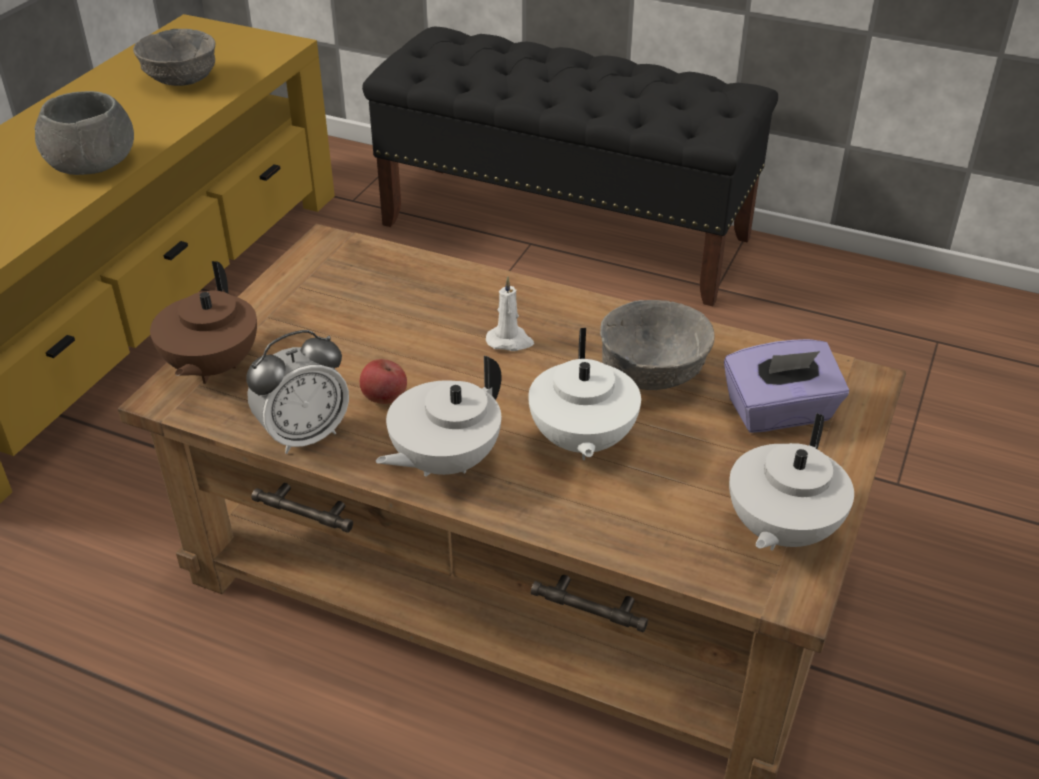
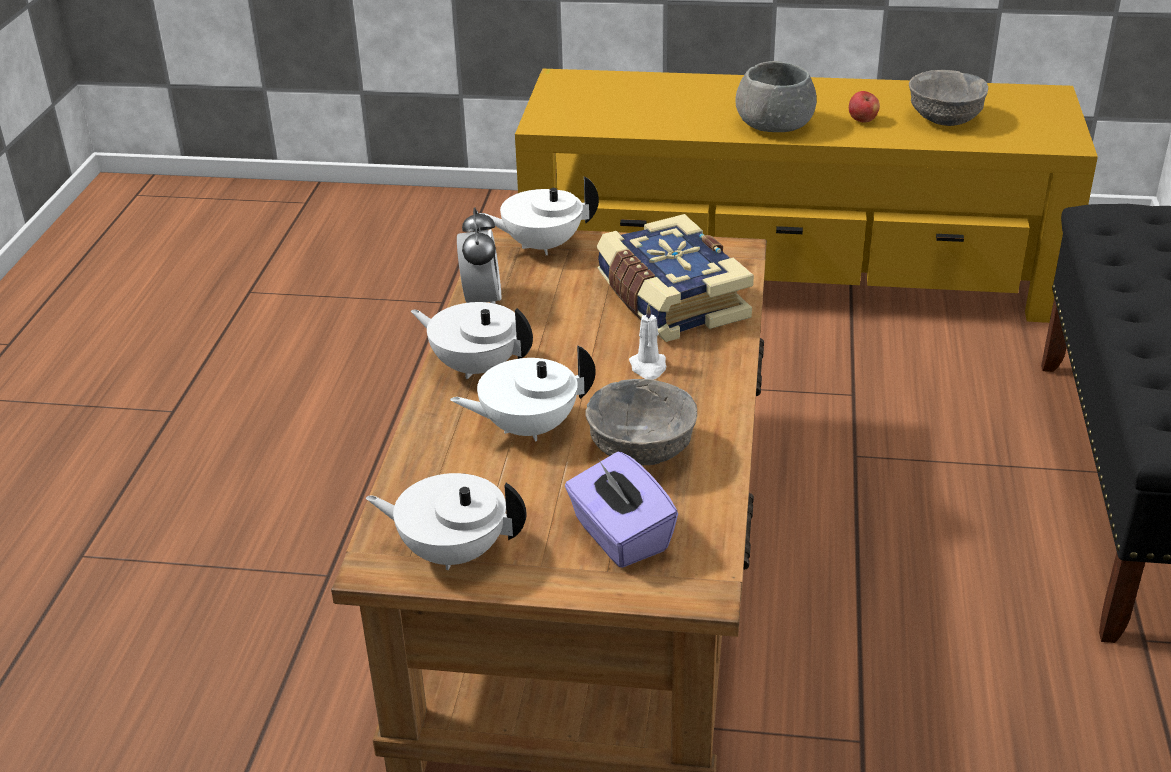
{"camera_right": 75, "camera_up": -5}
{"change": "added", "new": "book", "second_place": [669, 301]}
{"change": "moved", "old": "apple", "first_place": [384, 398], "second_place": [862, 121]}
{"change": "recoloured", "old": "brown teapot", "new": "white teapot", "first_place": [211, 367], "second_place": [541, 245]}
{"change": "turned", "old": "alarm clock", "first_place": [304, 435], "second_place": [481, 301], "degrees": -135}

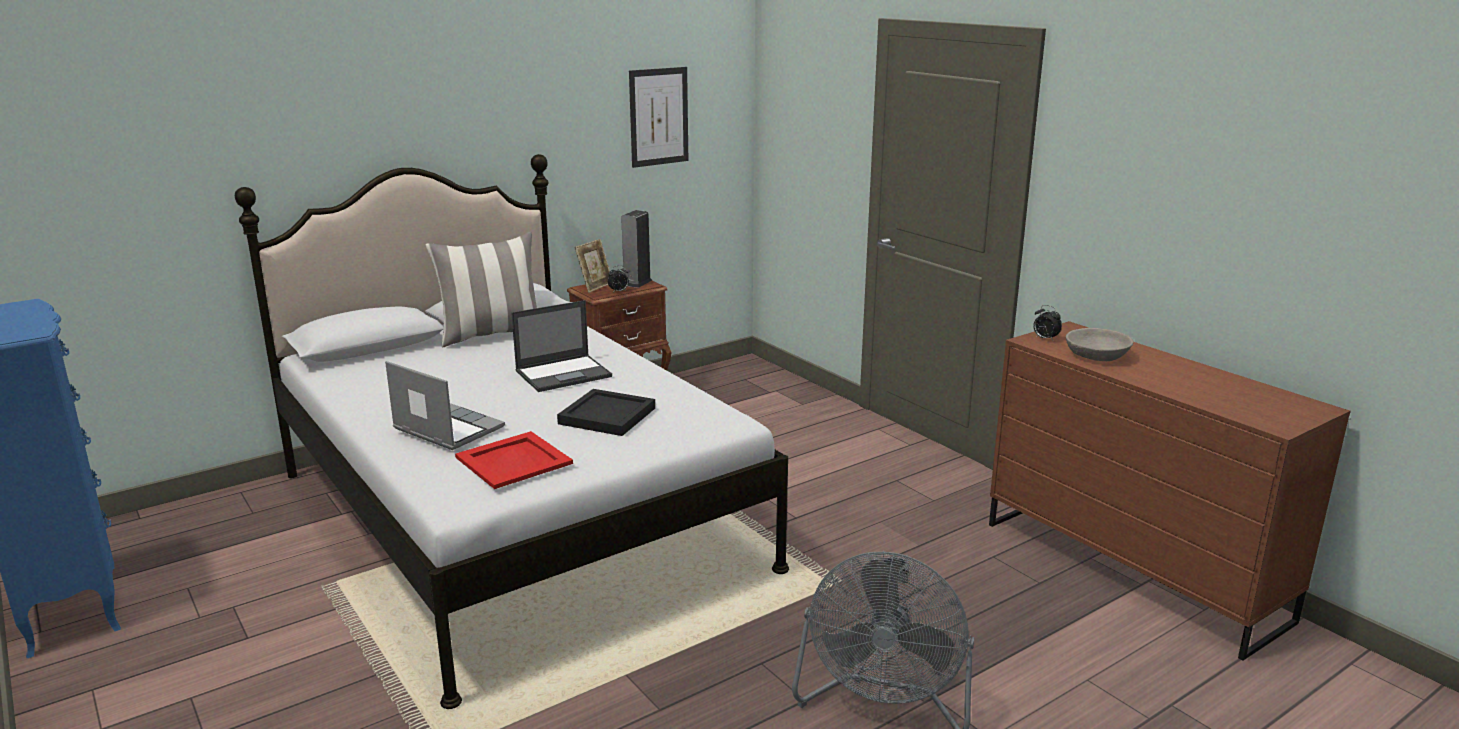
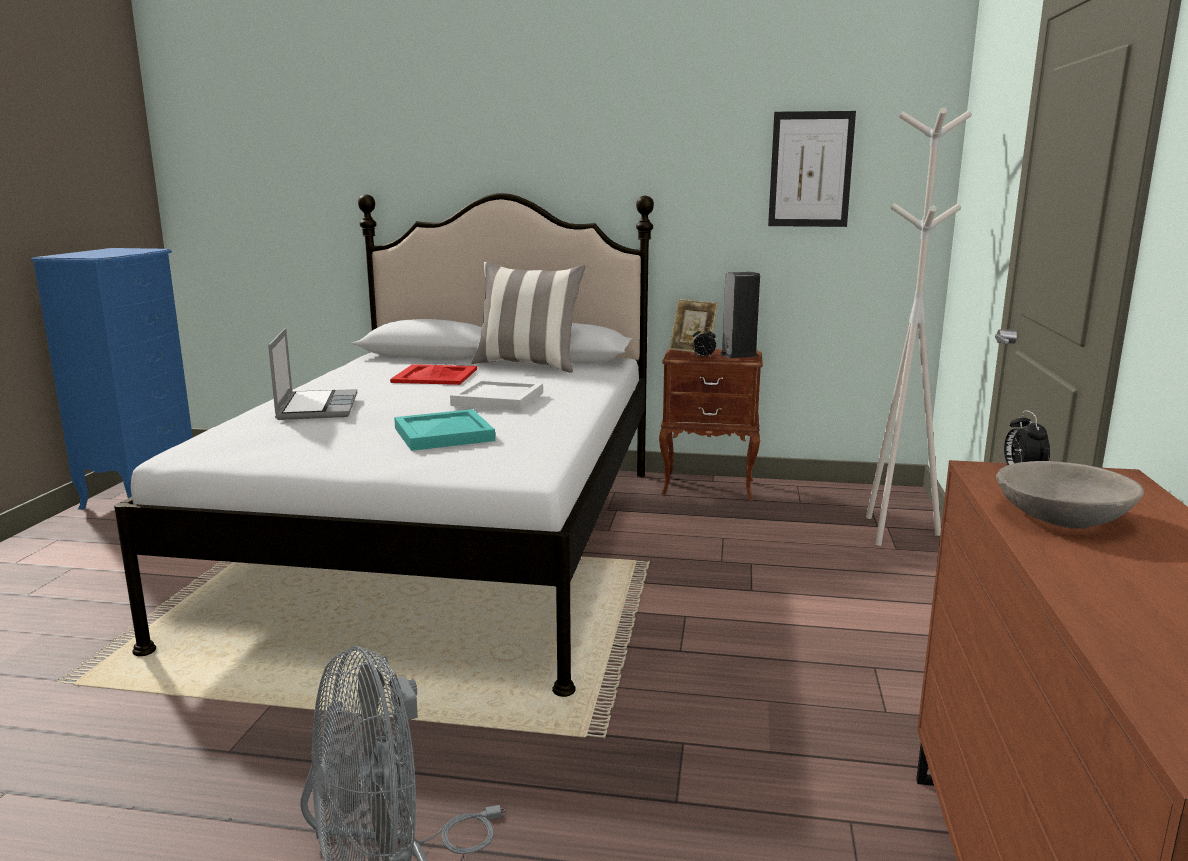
{"camera_right": 45, "camera_up": -5}
{"change": "added", "new": "grey clothes rack", "second_place": [894, 532]}
{"change": "moved", "old": "red tray", "first_place": [513, 461], "second_place": [434, 376]}
{"change": "replaced", "old": "laptop", "new": "white tray", "first_place": [564, 374], "second_place": [499, 399]}
{"change": "recoloured", "old": "black tray", "new": "turquoise tray", "first_place": [607, 416], "second_place": [442, 435]}
{"change": "turned", "old": "picture frame", "first_place": [595, 286], "second_place": [692, 351], "degrees": 45}

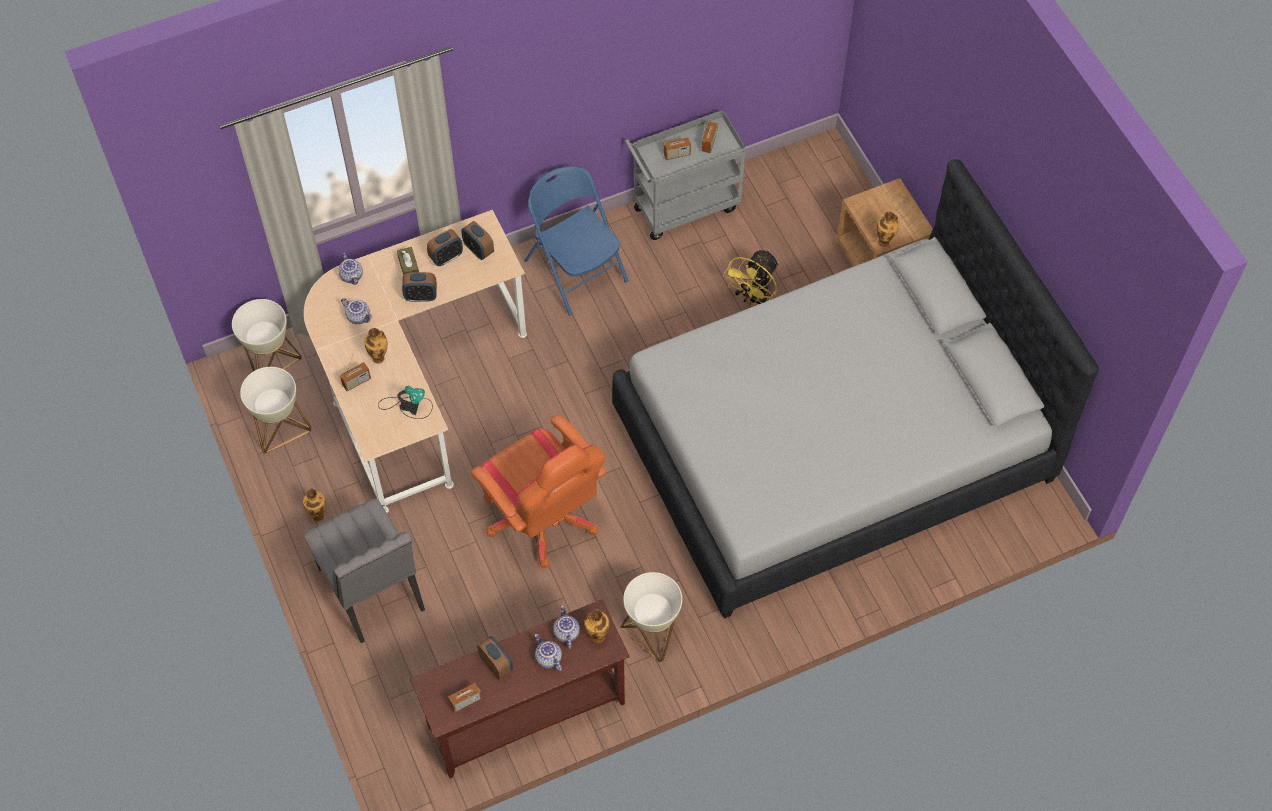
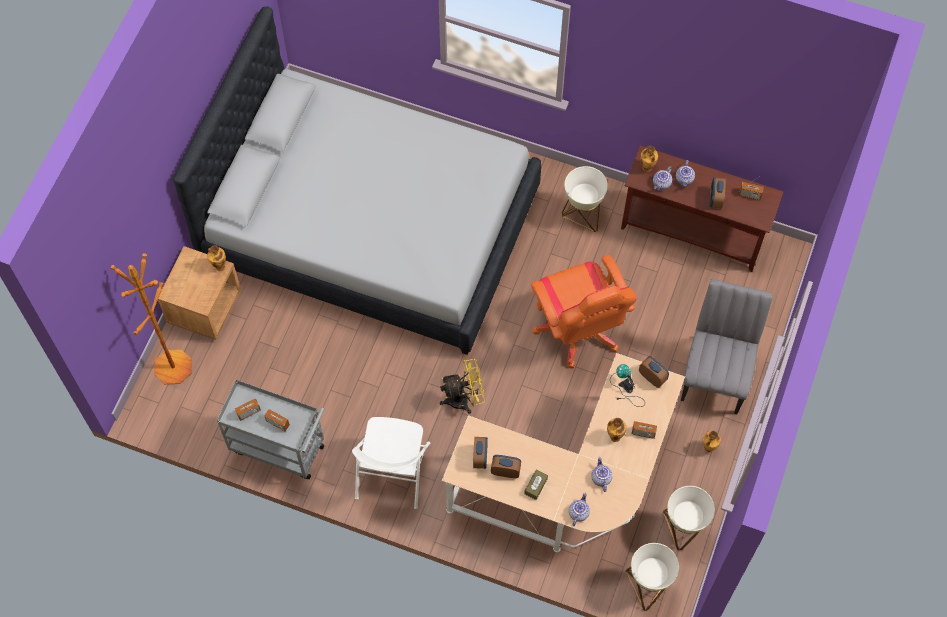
{"camera_right": -135, "camera_up": 5}
{"change": "added", "new": "orange clothes rack", "second_place": [173, 366]}
{"change": "moved", "old": "alarm clock", "first_place": [421, 296], "second_place": [652, 377]}
{"change": "moved", "old": "yellow fan", "first_place": [753, 299], "second_place": [464, 399]}
{"change": "recoloured", "old": "blue chair", "new": "white chair", "first_place": [576, 270], "second_place": [392, 470]}
{"change": "turned", "old": "orange office chair", "first_place": [542, 518], "second_place": [577, 329], "degrees": 150}

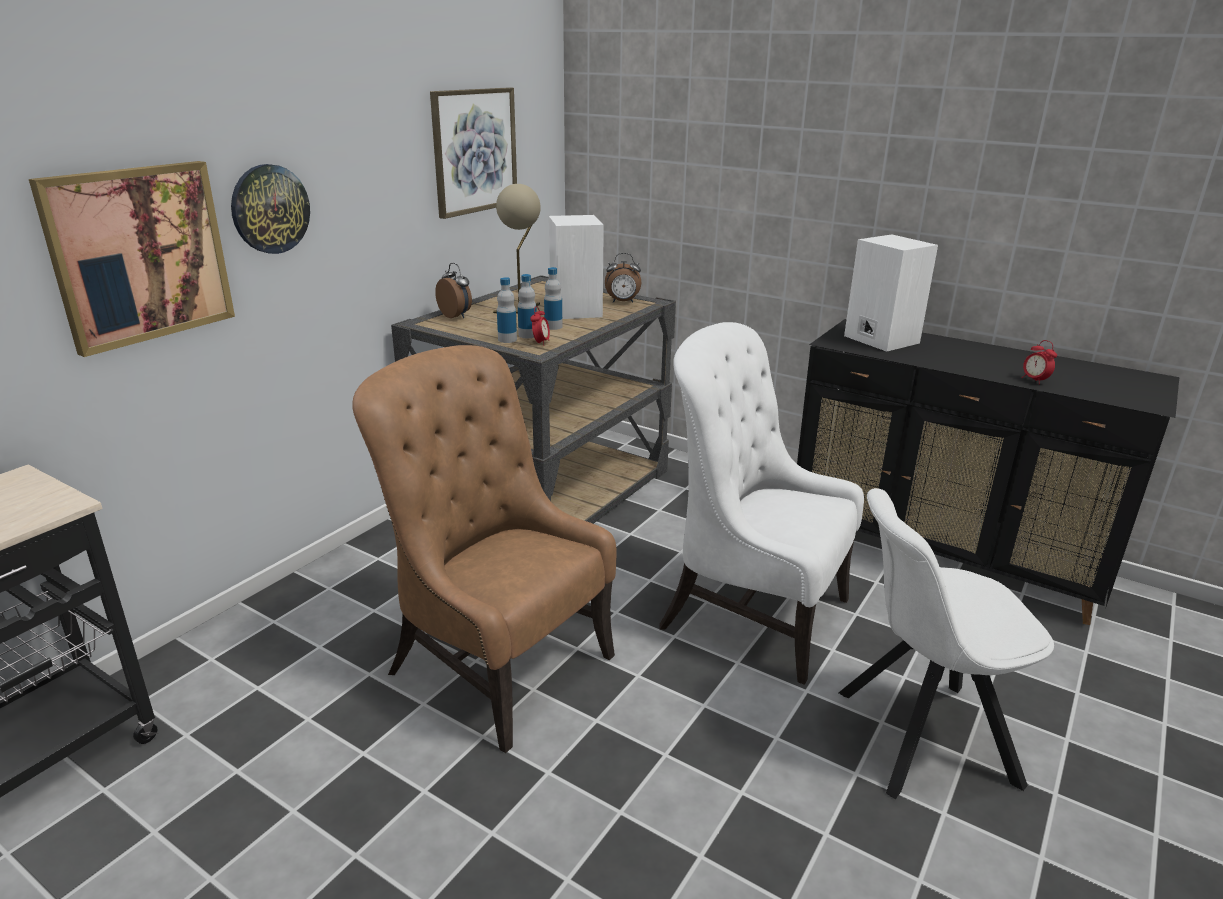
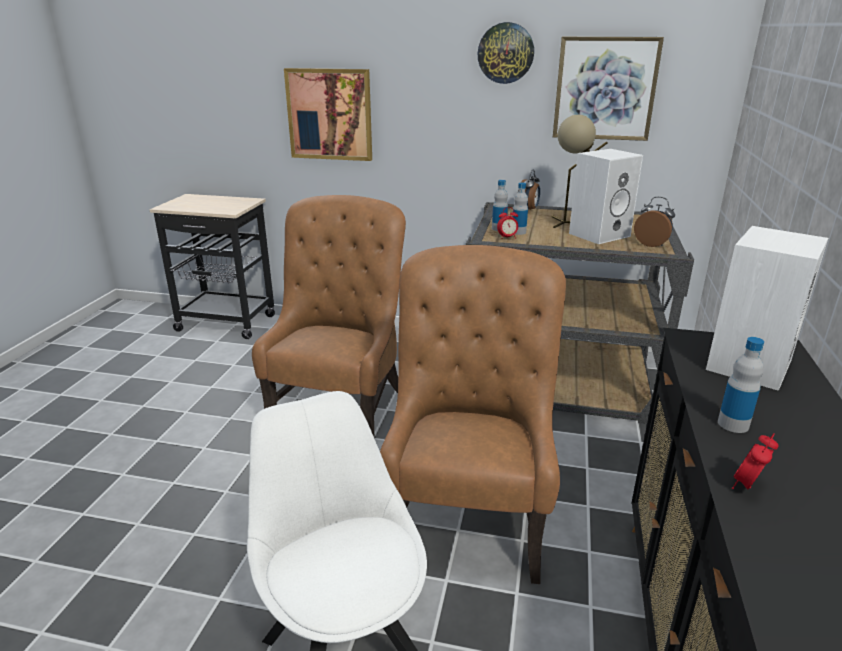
{"camera_right": 70, "camera_up": 0}
{"change": "moved", "old": "wall clock", "first_place": [270, 209], "second_place": [505, 53]}
{"change": "moved", "old": "bottle", "first_place": [553, 327], "second_place": [733, 424]}
{"change": "recoloured", "old": "white chair", "new": "brown chair", "first_place": [751, 613], "second_place": [468, 517]}
{"change": "turned", "old": "alarm clock", "first_place": [622, 302], "second_place": [652, 244], "degrees": 150}

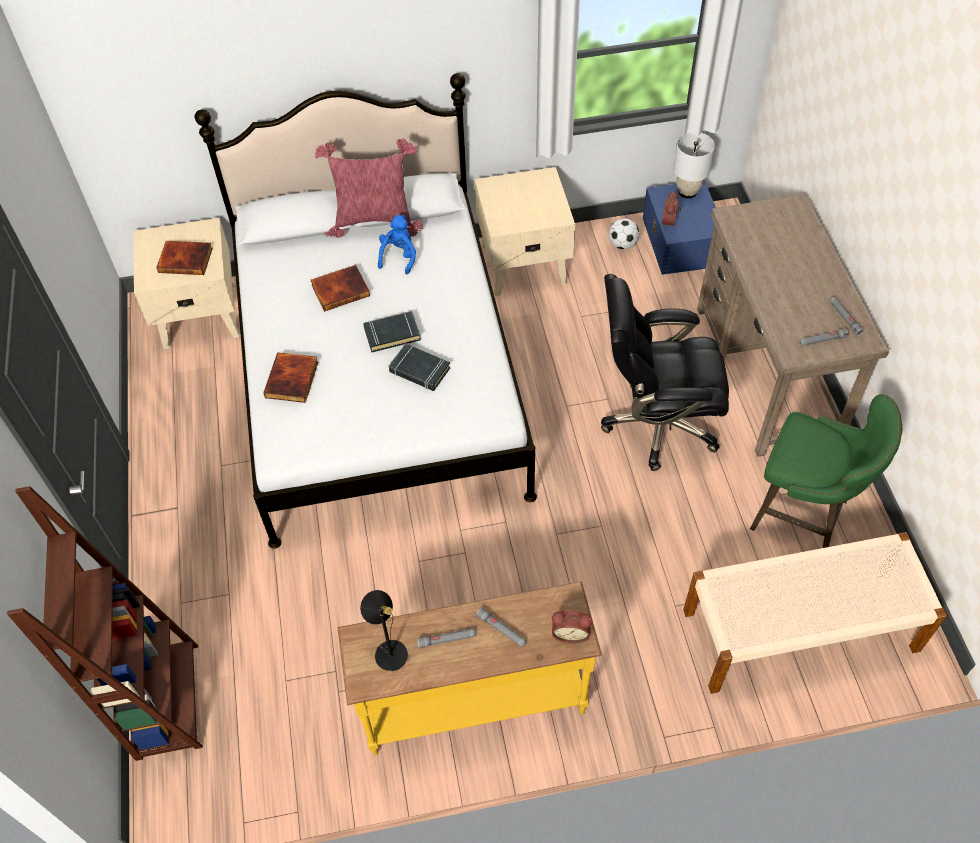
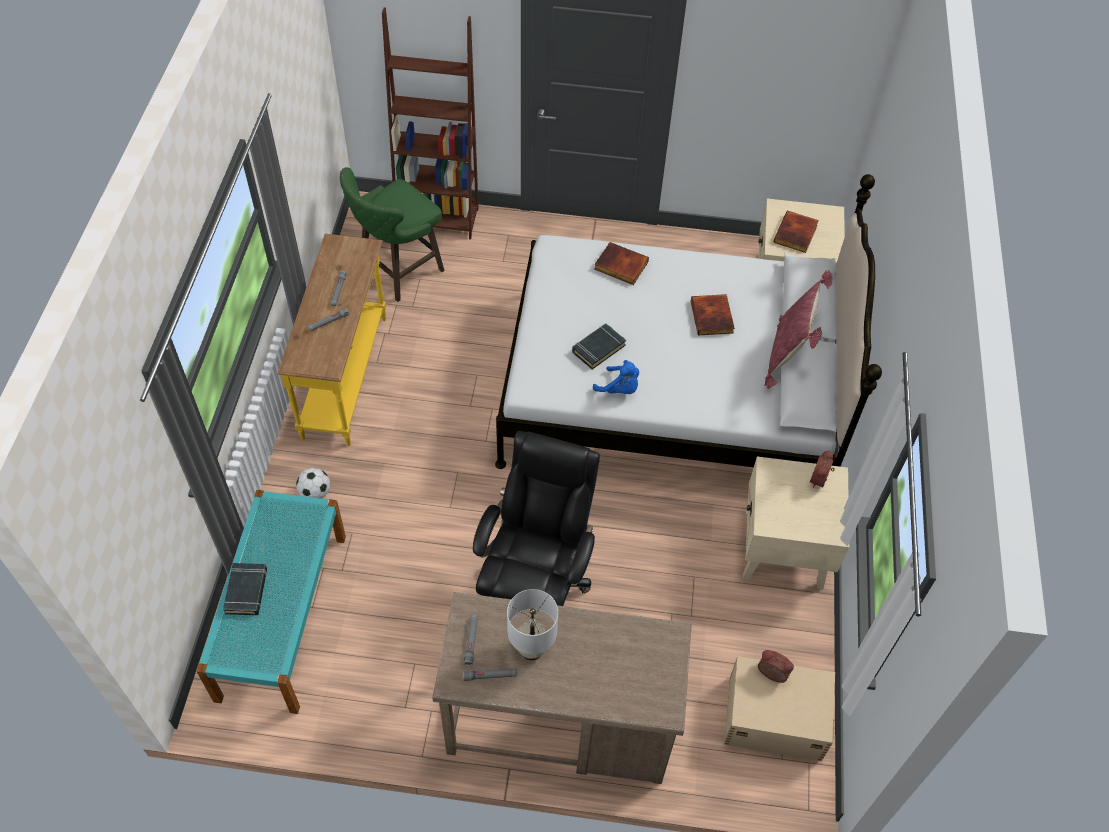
{"camera_right": 105, "camera_up": 0}
{"change": "removed", "old": "black table lamp", "first_place": [389, 649]}
{"change": "moved", "old": "black book", "first_place": [392, 334], "second_place": [246, 591]}
{"change": "moved", "old": "blue plush toy", "first_place": [399, 256], "second_place": [619, 389]}
{"change": "moved", "old": "alarm clock", "first_place": [570, 632], "second_place": [820, 479]}
{"change": "moved", "old": "football", "first_place": [622, 245], "second_place": [315, 493]}
{"change": "moved", "old": "white table lamp", "first_place": [687, 192], "second_place": [531, 648]}
{"change": "moved", "old": "green stool", "first_place": [804, 516], "second_place": [398, 272]}
{"change": "recoloured", "old": "blue storage box", "new": "beige storage box", "first_place": [680, 243], "second_place": [773, 717]}
{"change": "recoloured", "old": "beige bench", "new": "turquoise bench", "first_place": [800, 631], "second_place": [281, 615]}

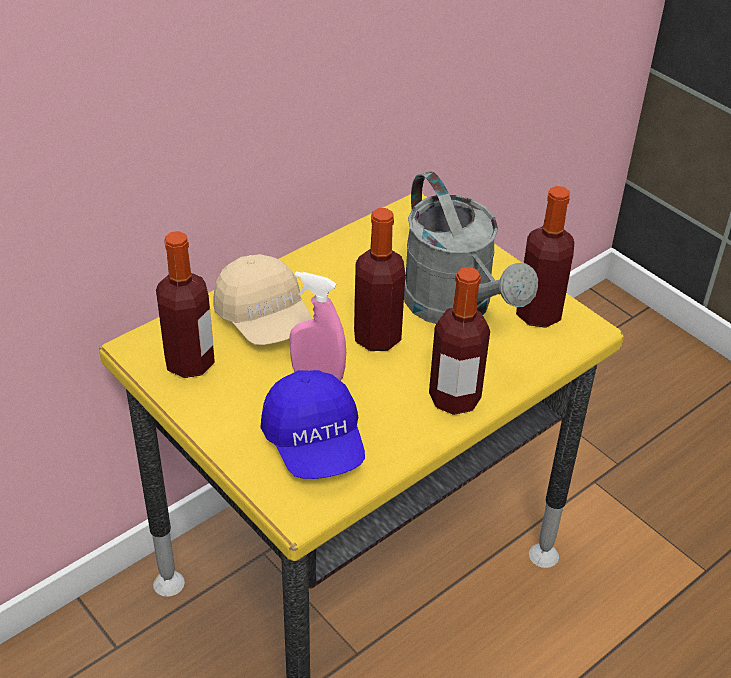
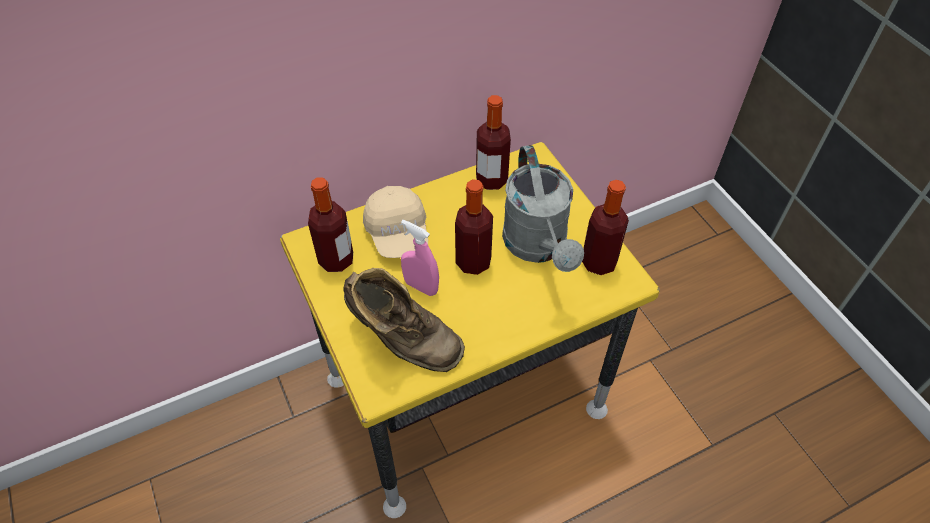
{"camera_right": 15, "camera_up": 10}
{"change": "moved", "old": "bottle", "first_place": [454, 398], "second_place": [491, 179]}
{"change": "replaced", "old": "blue cap", "new": "brown boot", "first_place": [315, 443], "second_place": [402, 341]}

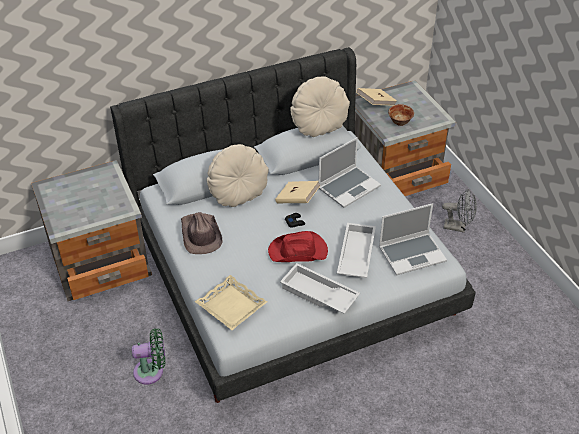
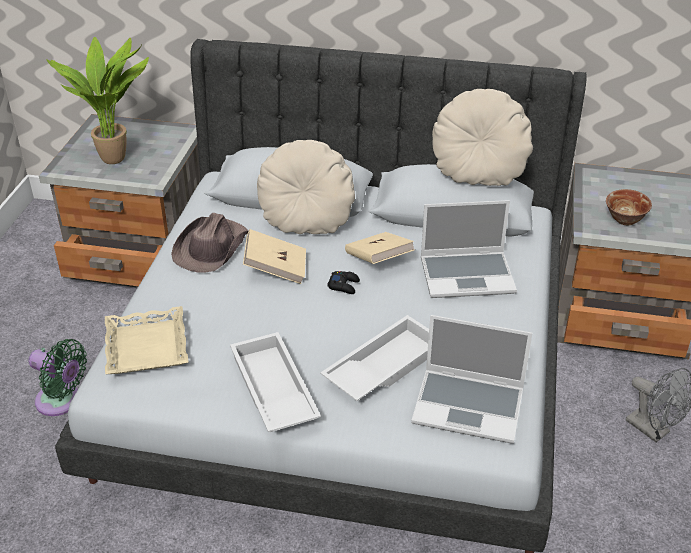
{"camera_right": 35, "camera_up": -5}
{"change": "removed", "old": "red hat", "first_place": [298, 251]}
{"change": "added", "new": "potted plant", "second_place": [116, 157]}
{"change": "moved", "old": "beige book", "first_place": [375, 104], "second_place": [276, 269]}

